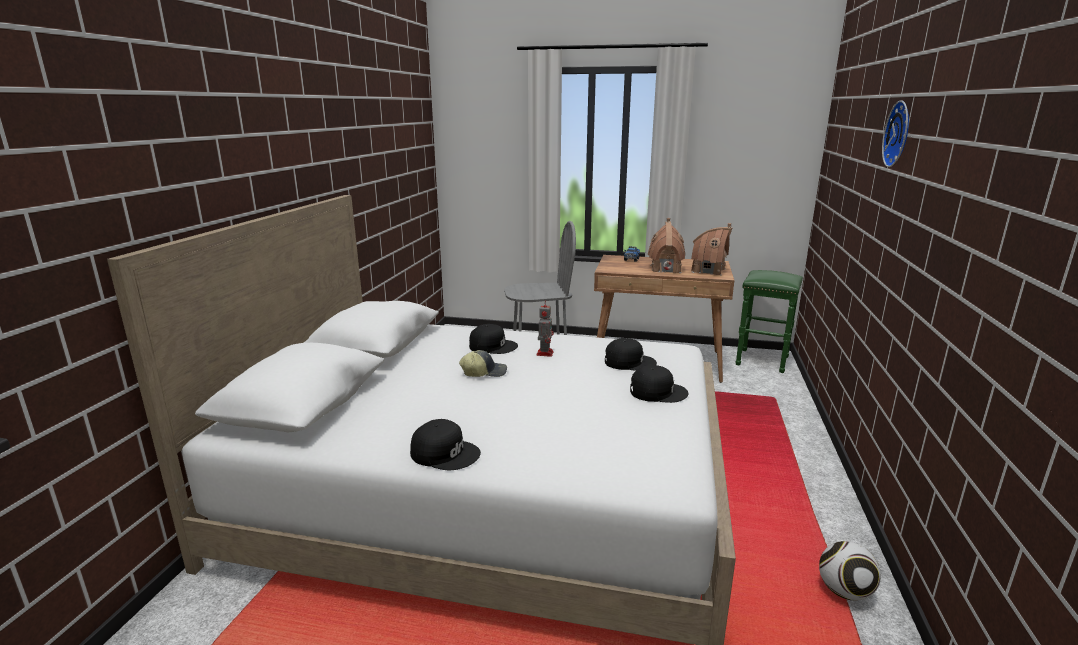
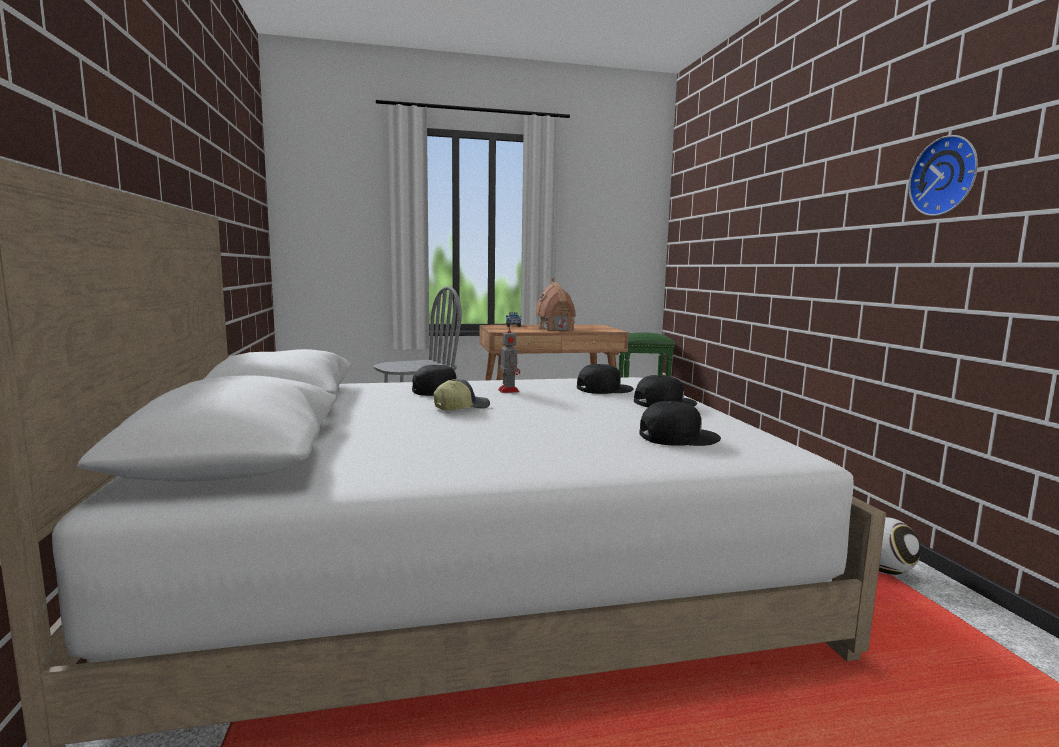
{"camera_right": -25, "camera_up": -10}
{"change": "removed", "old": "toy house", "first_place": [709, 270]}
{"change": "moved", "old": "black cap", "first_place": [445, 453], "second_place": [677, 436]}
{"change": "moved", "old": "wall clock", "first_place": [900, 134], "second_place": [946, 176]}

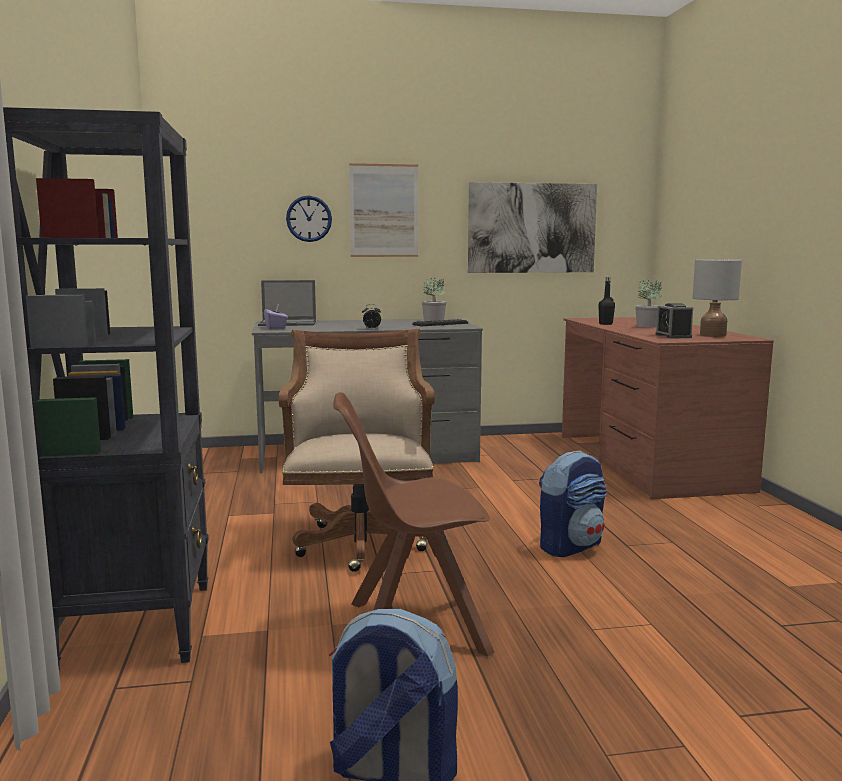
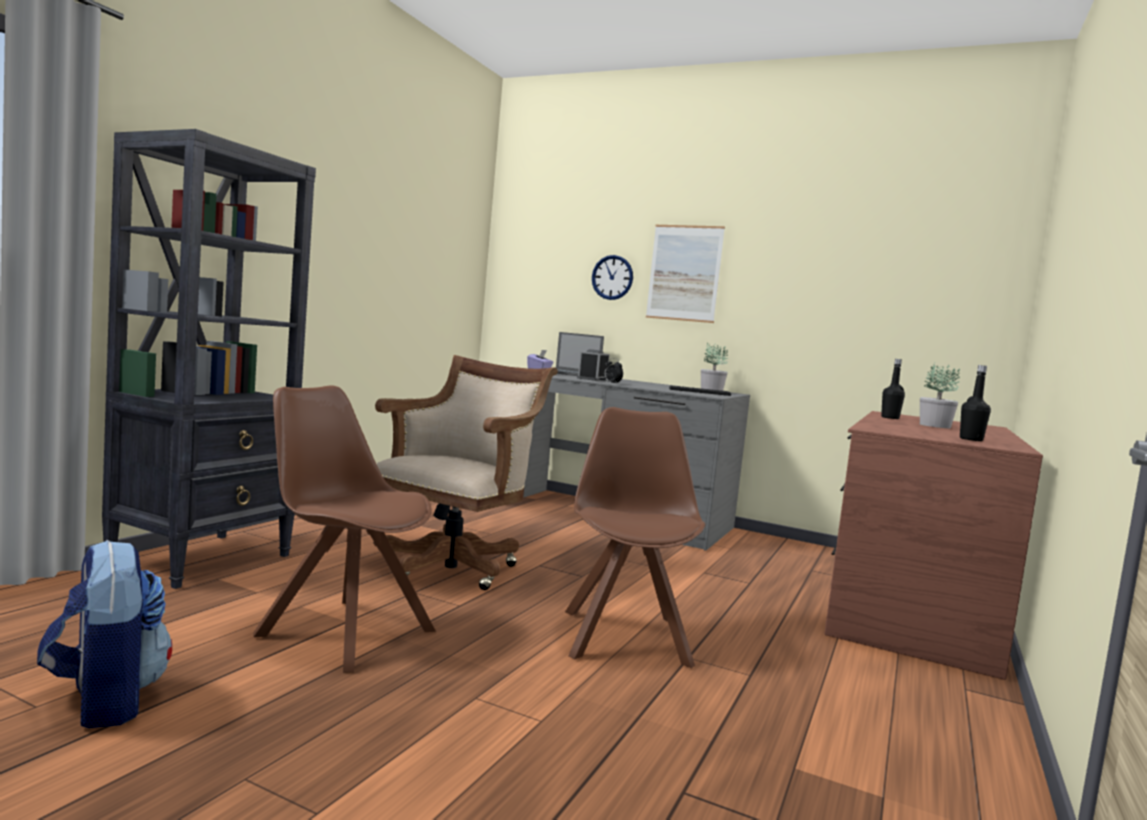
{"camera_right": 35, "camera_up": -5}
{"change": "removed", "old": "picture", "first_place": [532, 228]}
{"change": "moved", "old": "alarm clock", "first_place": [673, 336], "second_place": [592, 379]}
{"change": "replaced", "old": "backpack", "new": "brown chair", "first_place": [570, 546], "second_place": [625, 636]}
{"change": "replaced", "old": "grey table lamp", "new": "black bottle", "first_place": [712, 335], "second_place": [971, 439]}

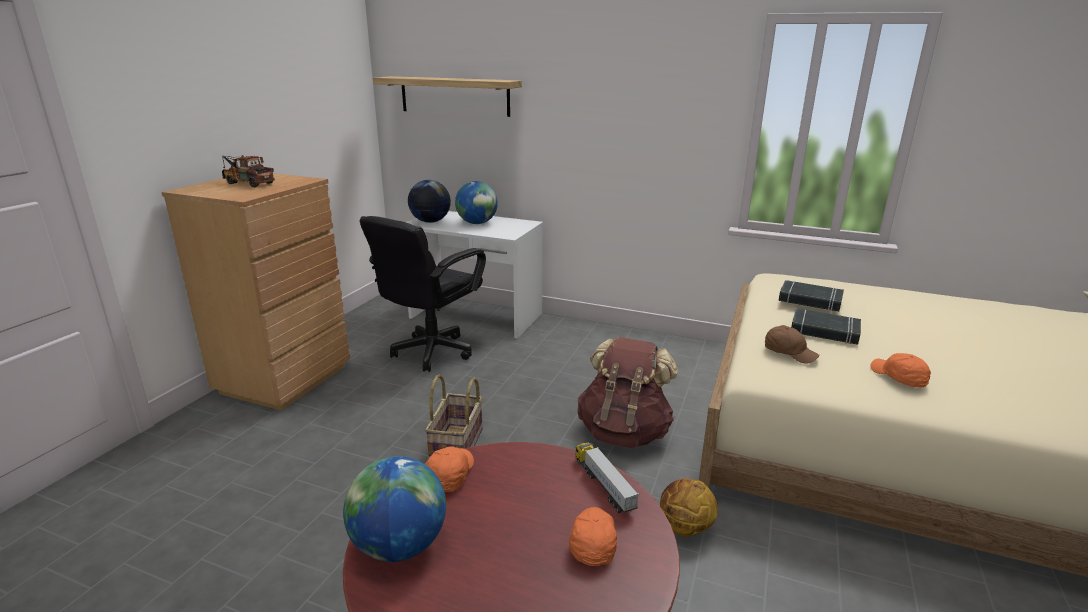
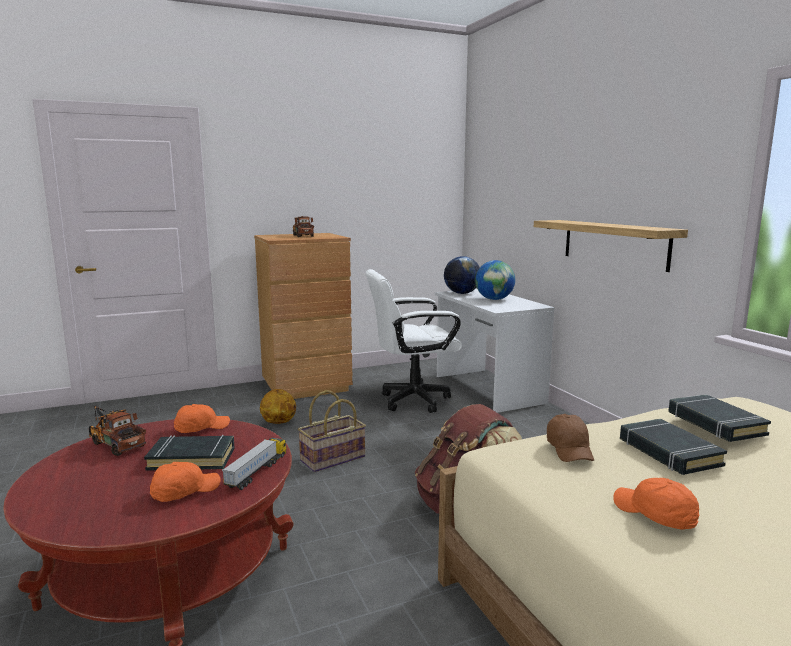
{"camera_right": 45, "camera_up": -10}
{"change": "added", "new": "black book", "second_place": [192, 458]}
{"change": "moved", "old": "shelf", "first_place": [454, 96], "second_place": [614, 243]}
{"change": "moved", "old": "basketball", "first_place": [684, 528], "second_place": [278, 422]}
{"change": "replaced", "old": "globe", "new": "toy truck", "first_place": [399, 546], "second_place": [115, 443]}
{"change": "recoloured", "old": "black office chair", "new": "white office chair", "first_place": [430, 355], "second_place": [411, 402]}
{"change": "turned", "old": "orange cap", "first_place": [898, 378], "second_place": [655, 515], "degrees": -60}

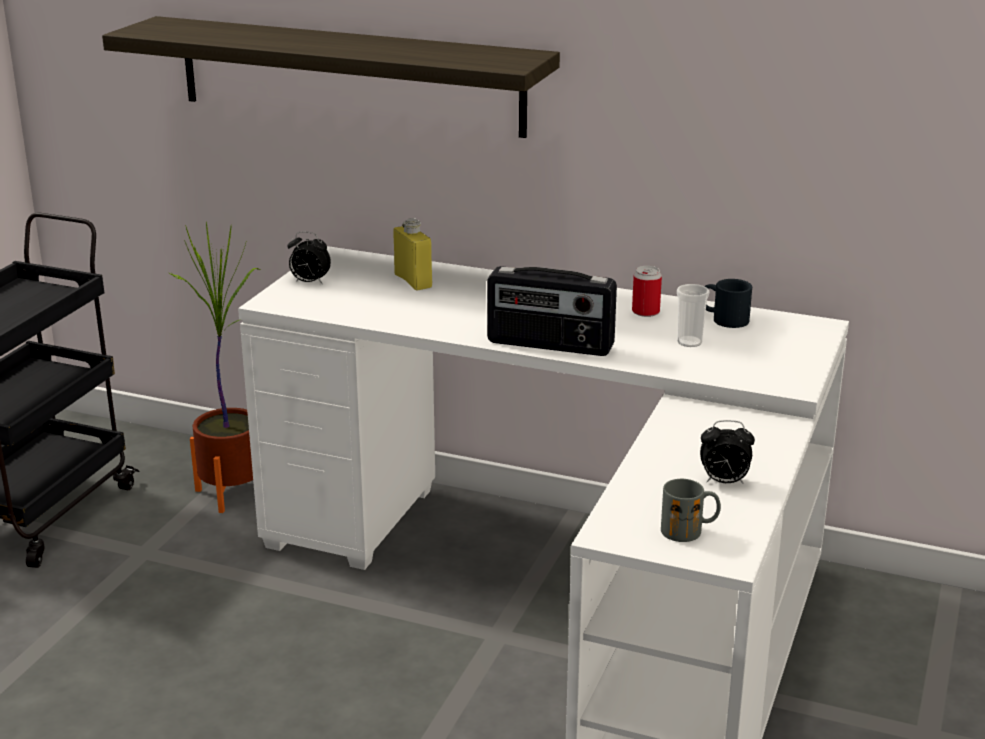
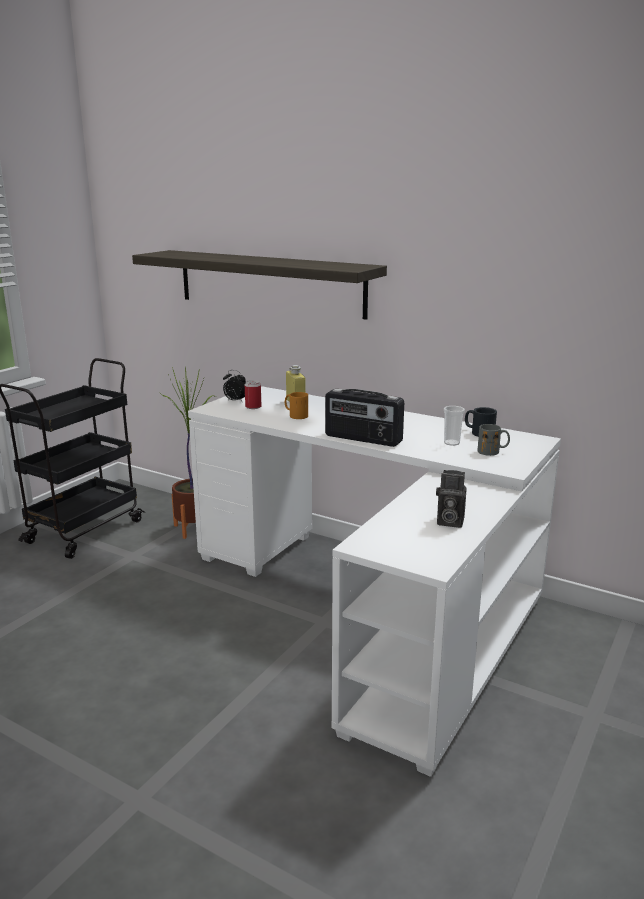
{"camera_right": 10, "camera_up": -5}
{"change": "added", "new": "orange mug", "second_place": [295, 415]}
{"change": "moved", "old": "can", "first_place": [645, 312], "second_place": [253, 407]}
{"change": "moved", "old": "grey mug", "first_place": [689, 530], "second_place": [493, 452]}
{"change": "replaced", "old": "alarm clock", "new": "photo camera", "first_place": [724, 482], "second_place": [448, 522]}

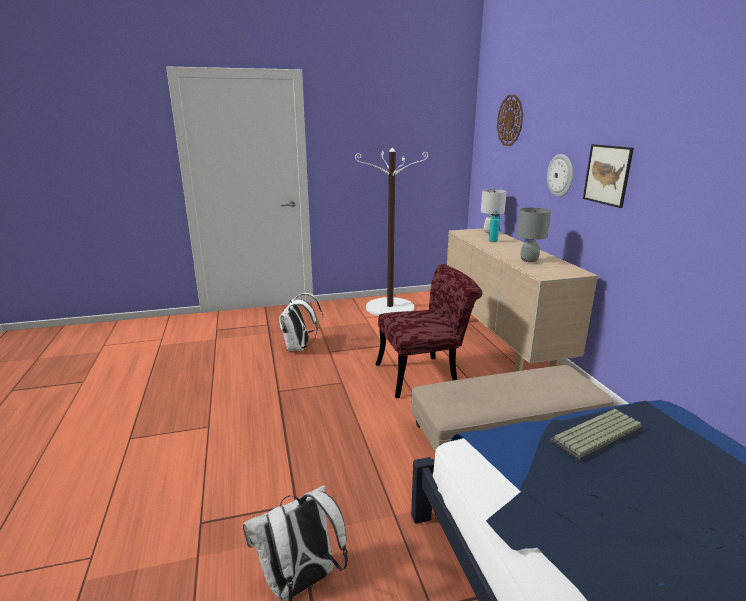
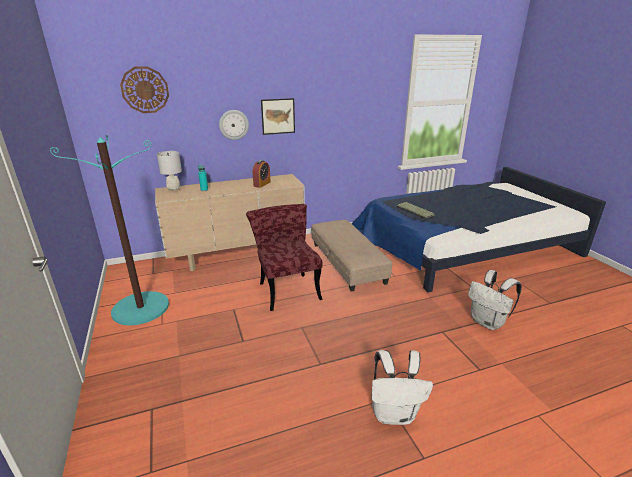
{"camera_right": -95, "camera_up": 5}
{"change": "moved", "old": "white backpack", "first_place": [299, 348], "second_place": [394, 414]}
{"change": "replaced", "old": "grey table lamp", "new": "alarm clock", "first_place": [529, 261], "second_place": [262, 184]}
{"change": "recoloured", "old": "white clothes rack", "new": "turquoise clothes rack", "first_place": [390, 307], "second_place": [140, 308]}

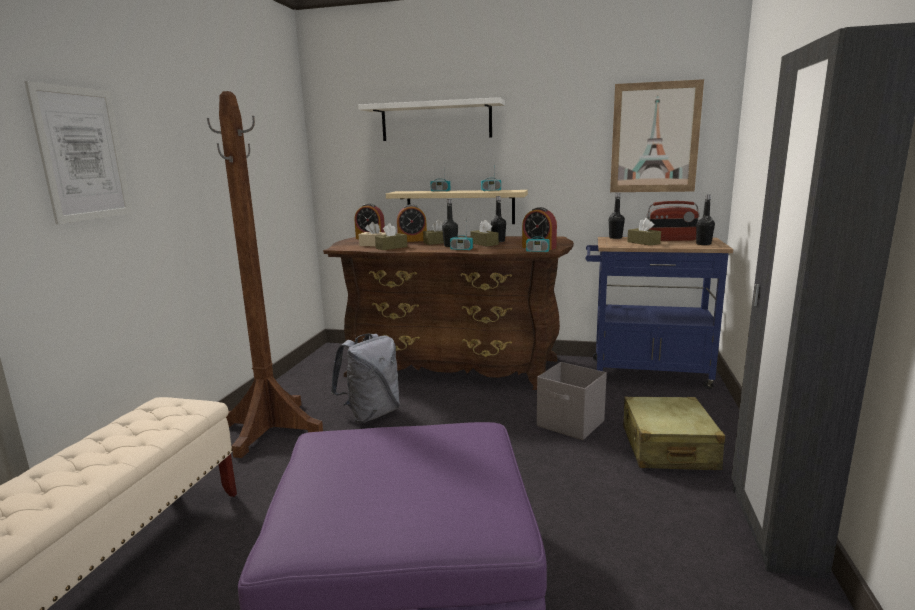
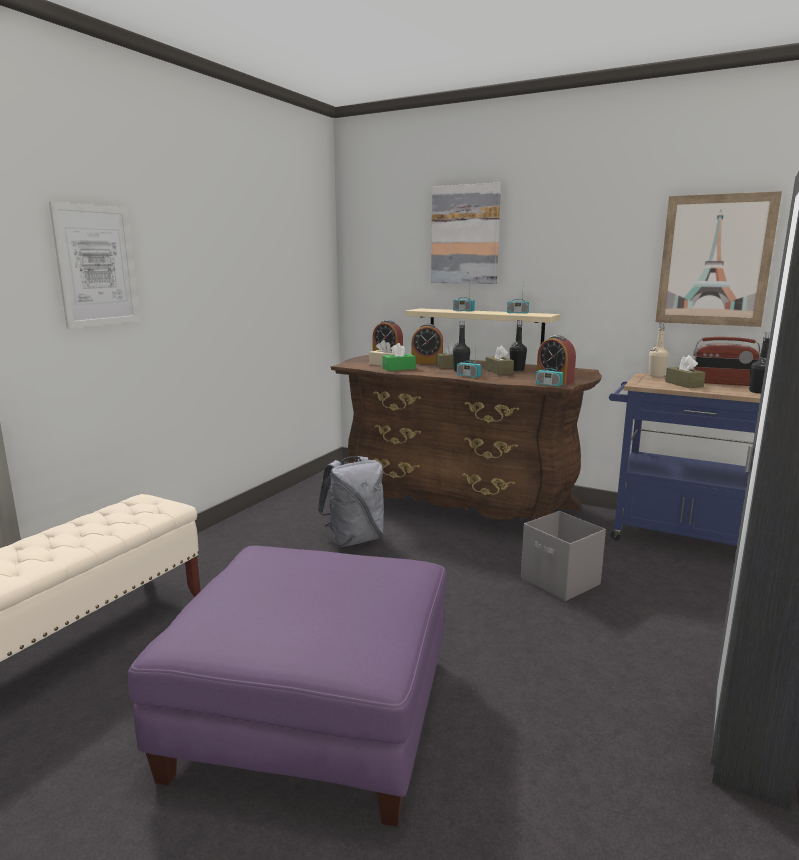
{"camera_right": 15, "camera_up": 0}
{"change": "removed", "old": "brown clothes rack", "first_place": [270, 428]}
{"change": "removed", "old": "beige suitcase", "first_place": [668, 448]}
{"change": "replaced", "old": "white shelf", "new": "picture", "first_place": [436, 121], "second_place": [465, 235]}
{"change": "recoloured", "old": "brown tissue box", "new": "green tissue box", "first_place": [391, 247], "second_place": [399, 368]}
{"change": "recoloured", "old": "black bottle", "new": "beige bottle", "first_place": [615, 238], "second_place": [656, 375]}

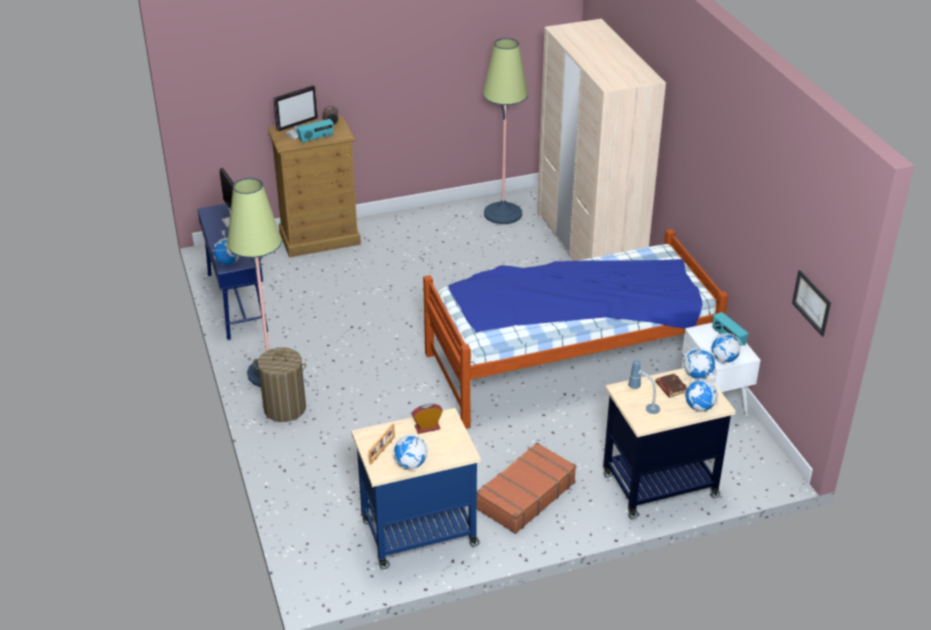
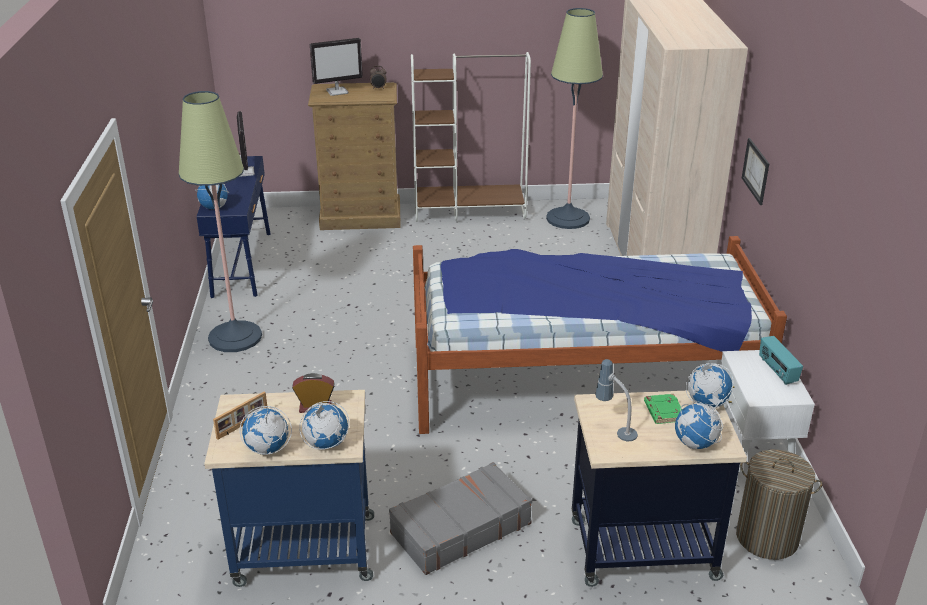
{"camera_right": 15, "camera_up": -5}
{"change": "removed", "old": "radio", "first_place": [316, 139]}
{"change": "added", "new": "brown clothes rack", "second_place": [470, 213]}
{"change": "moved", "old": "laundry basket", "first_place": [284, 408], "second_place": [766, 538]}
{"change": "moved", "old": "globe", "first_place": [724, 360], "second_place": [326, 444]}
{"change": "moved", "old": "picture", "first_place": [811, 302], "second_place": [756, 171]}
{"change": "recoloured", "old": "brown suitcase", "new": "grey suitcase", "first_place": [525, 496], "second_place": [460, 528]}
{"change": "recoloured", "old": "brown book", "new": "green book", "first_place": [670, 387], "second_place": [663, 411]}

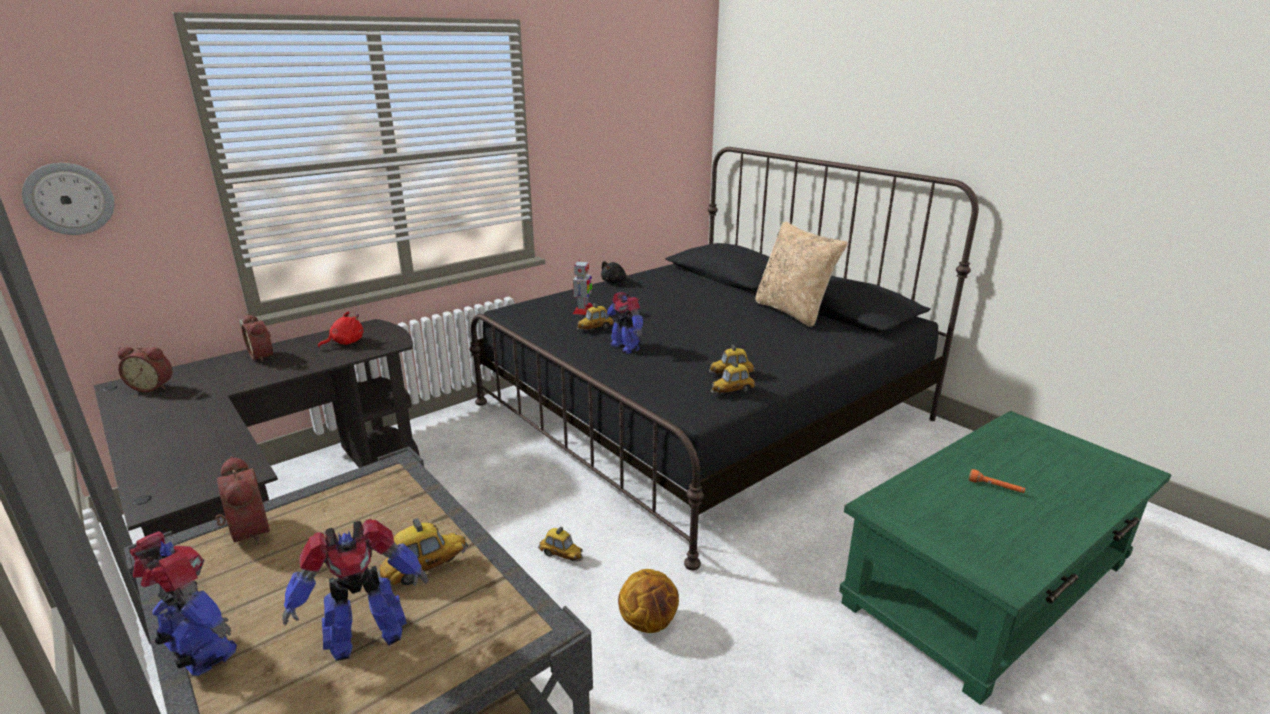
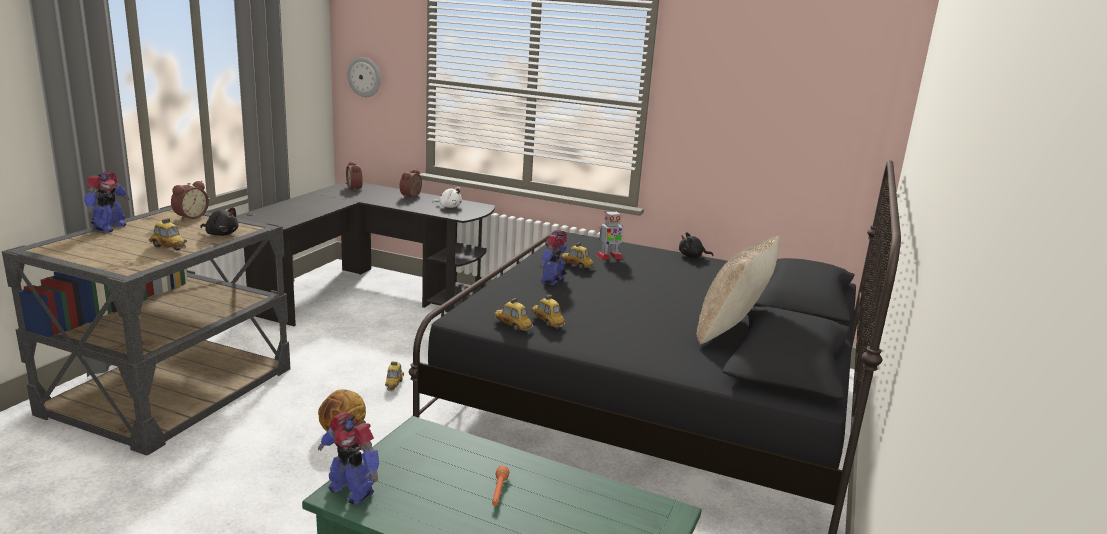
{"camera_right": 60, "camera_up": -5}
{"change": "added", "new": "black plush toy", "second_place": [221, 234]}
{"change": "moved", "old": "toy robot", "first_place": [365, 635], "second_place": [351, 490]}
{"change": "recoloured", "old": "red plush toy", "new": "white plush toy", "first_place": [345, 343], "second_place": [449, 206]}

